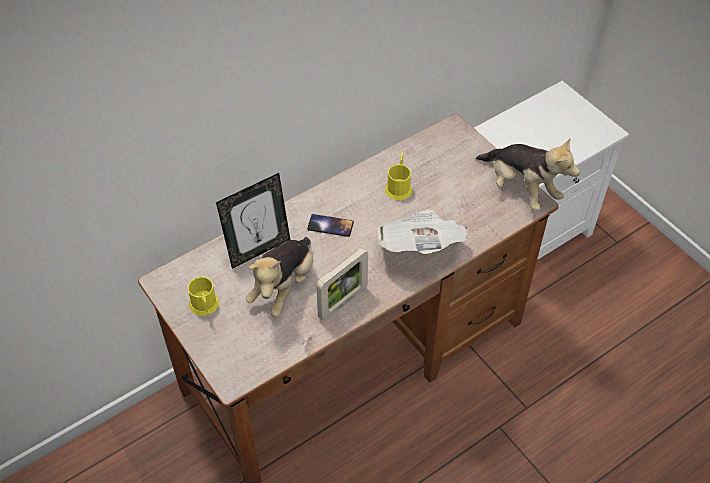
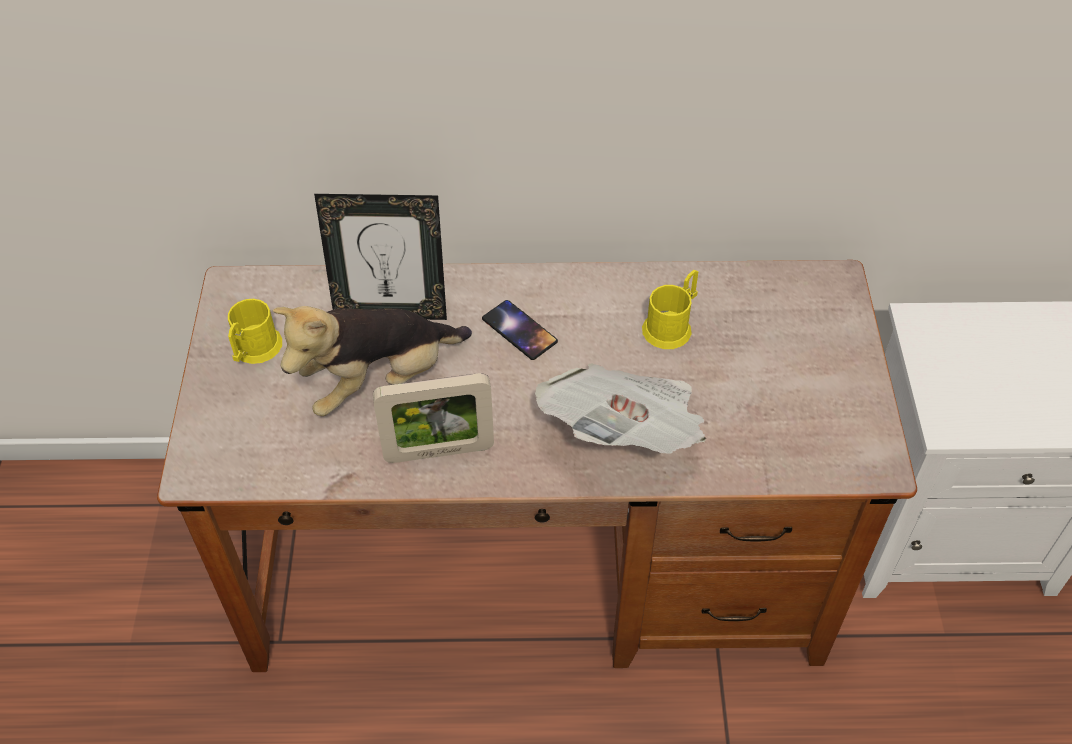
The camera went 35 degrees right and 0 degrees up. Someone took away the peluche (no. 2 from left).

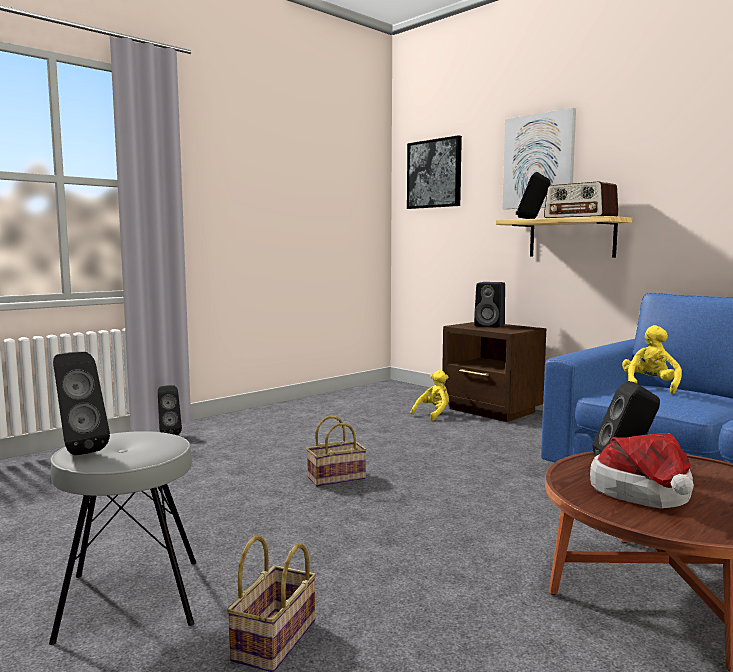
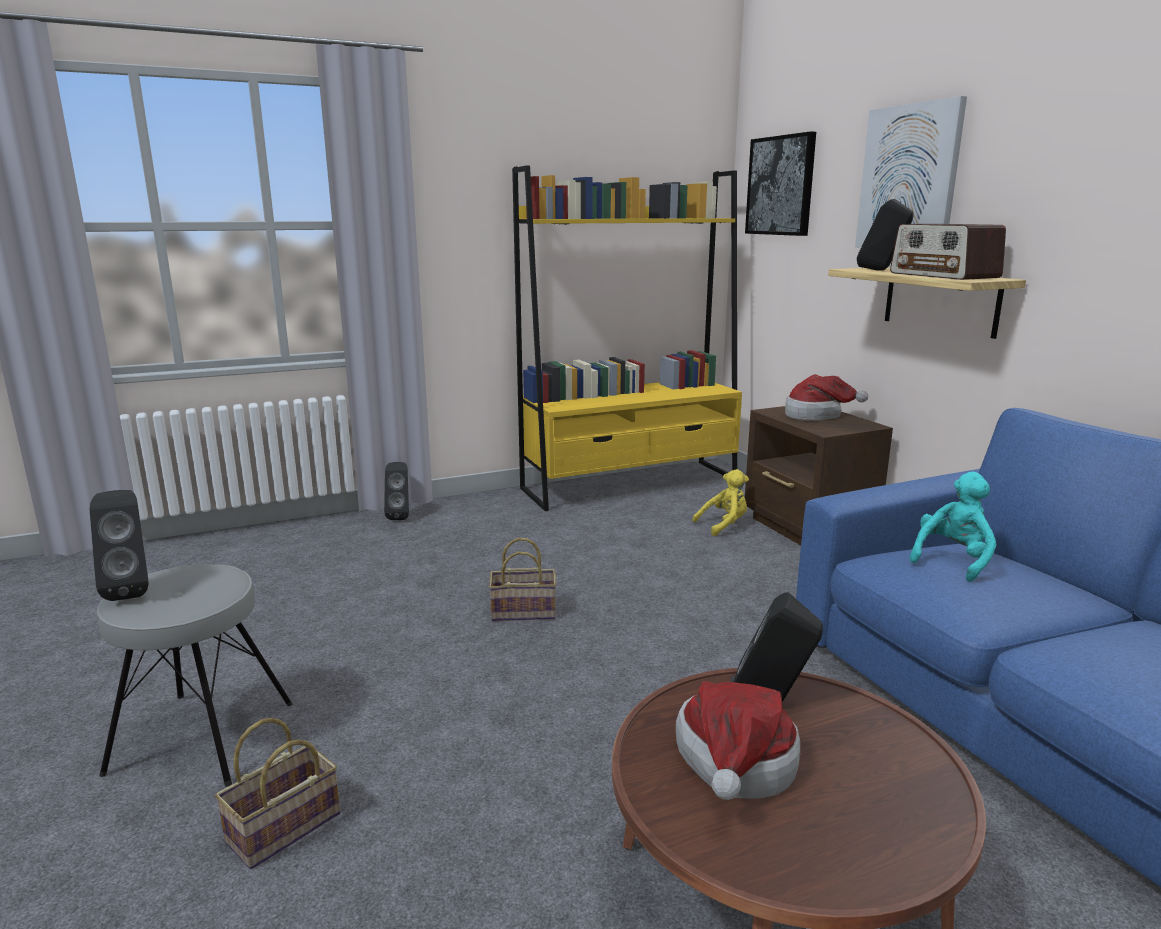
The camera went 20 degrees right and 10 degrees up. Someone put down the estantería/amarillo. Someone swapped the altavoz/negro (no. 3 from left) for the sombrero (no. 2 from left). Someone repainted the peluche/amarillo (no. 2 from left), which became the peluche/turquesa.

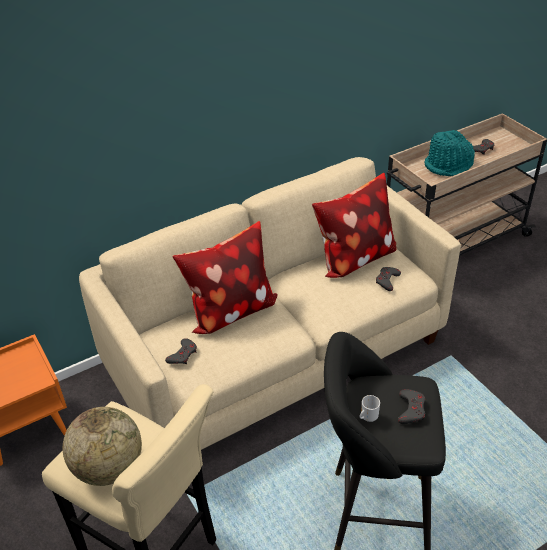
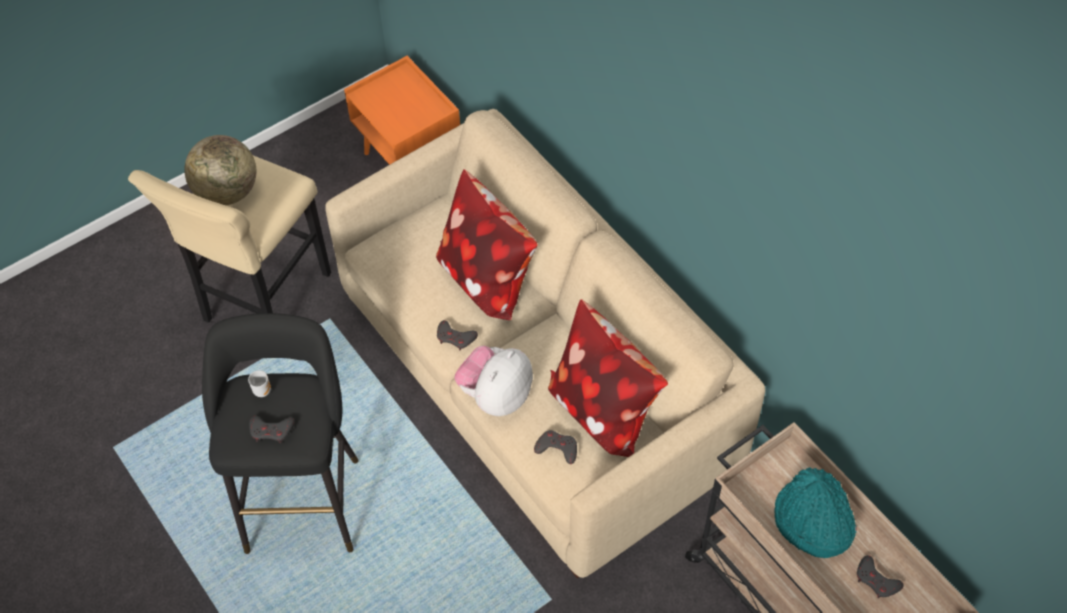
The camera went 85 degrees right and 15 degrees up. Someone put down the peluche. Someone carried the mando de consola/gris (no. 1 from left in the first image).

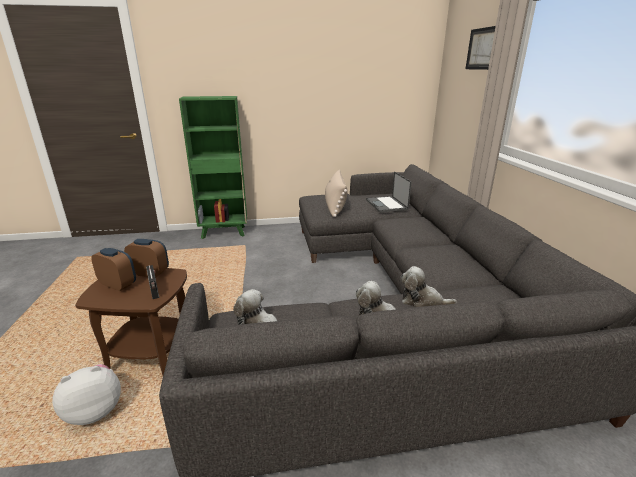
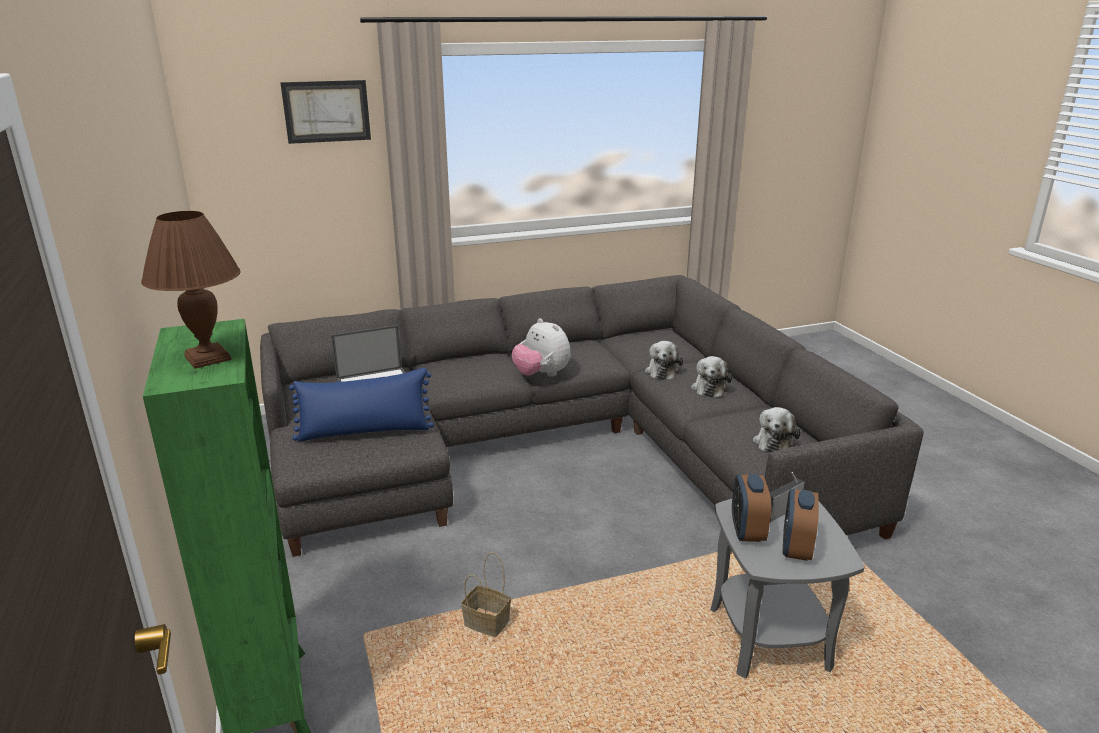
The camera went 100 degrees left and 0 degrees up. Someone put down the lámpara de mesa/marrón. Someone put down the cesta. Someone carried the peluche (no. 1 from left). Someone repainted the mesa auxiliar/marrón, which became the mesa auxiliar/gris. Someone repainted the cojín/beis, which became the cojín/azul.

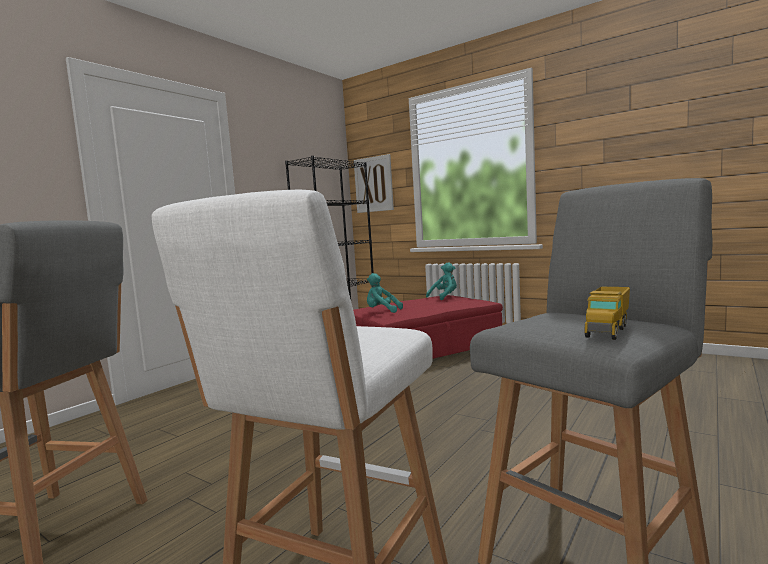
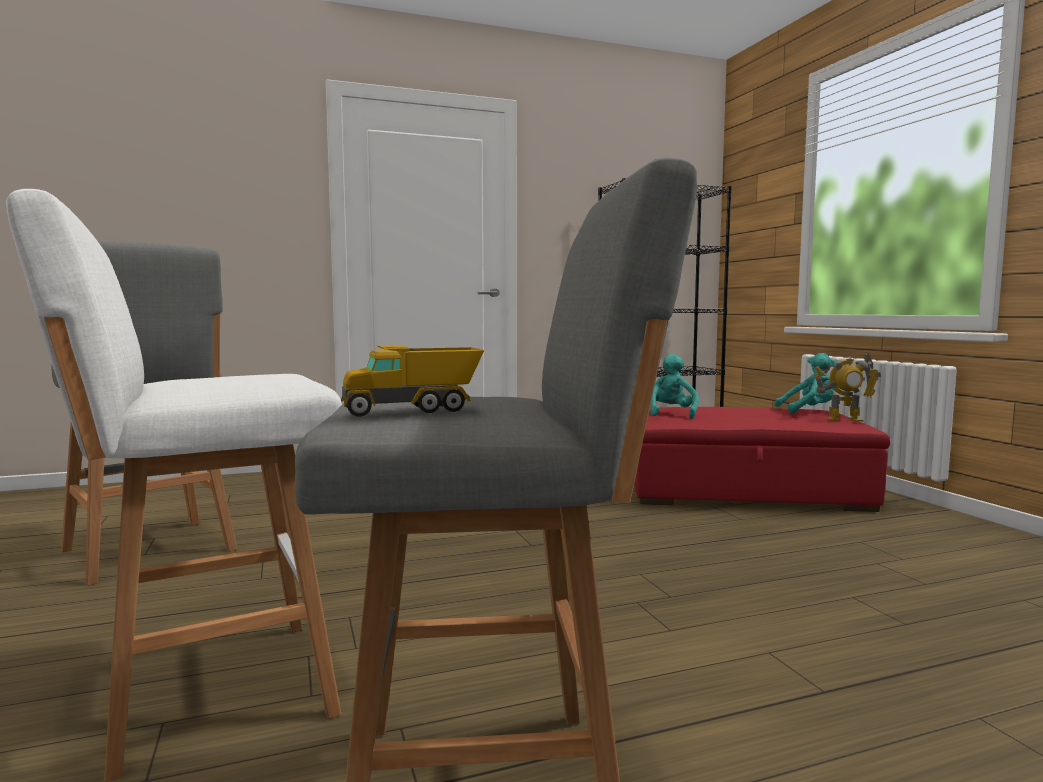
The camera went 35 degrees right and 0 degrees up. Someone took away the cuadro. Someone put down the robot de juguete. Someone rotated the peluche/turquesa (no. 1 from left) by 45 degrees clockwise.

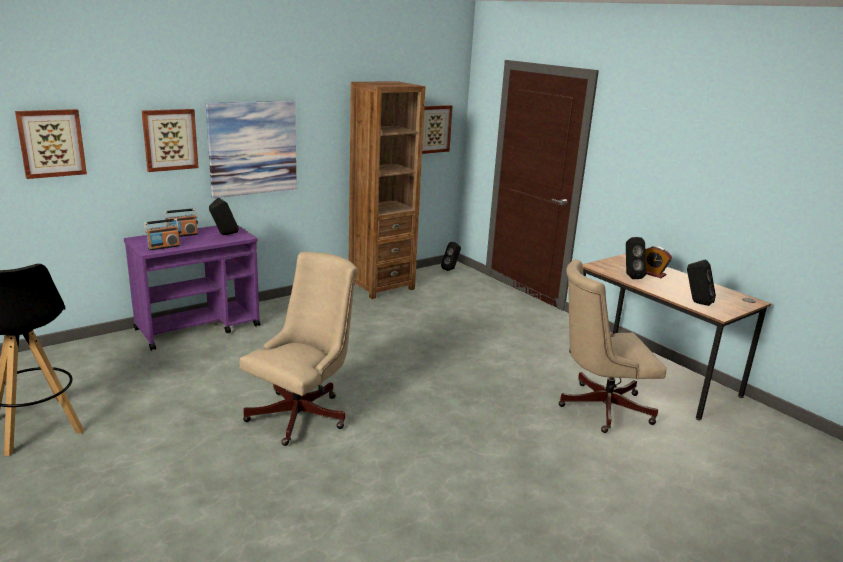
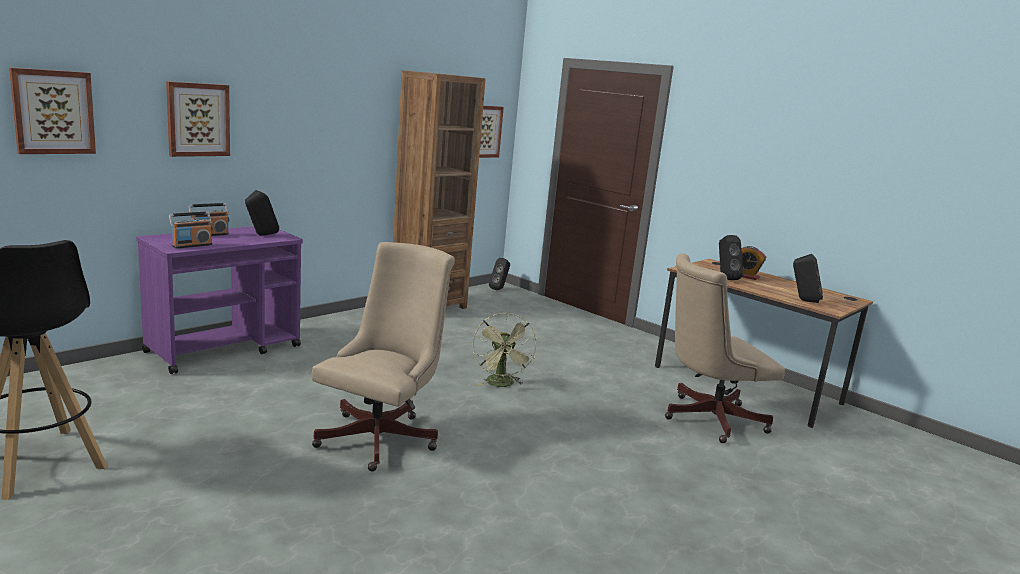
The camera went 10 degrees left and 5 degrees down. Someone took away the cuadro (no. 3 from left). Someone put down the ventilador/verde.

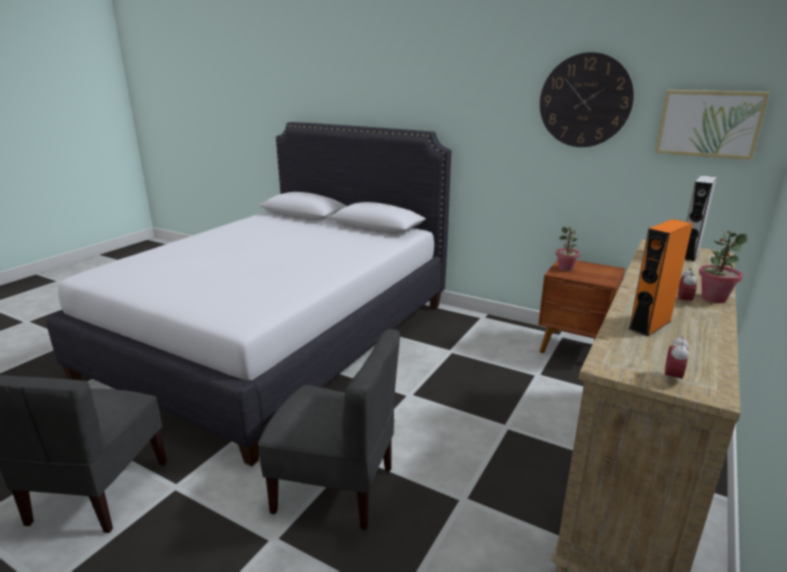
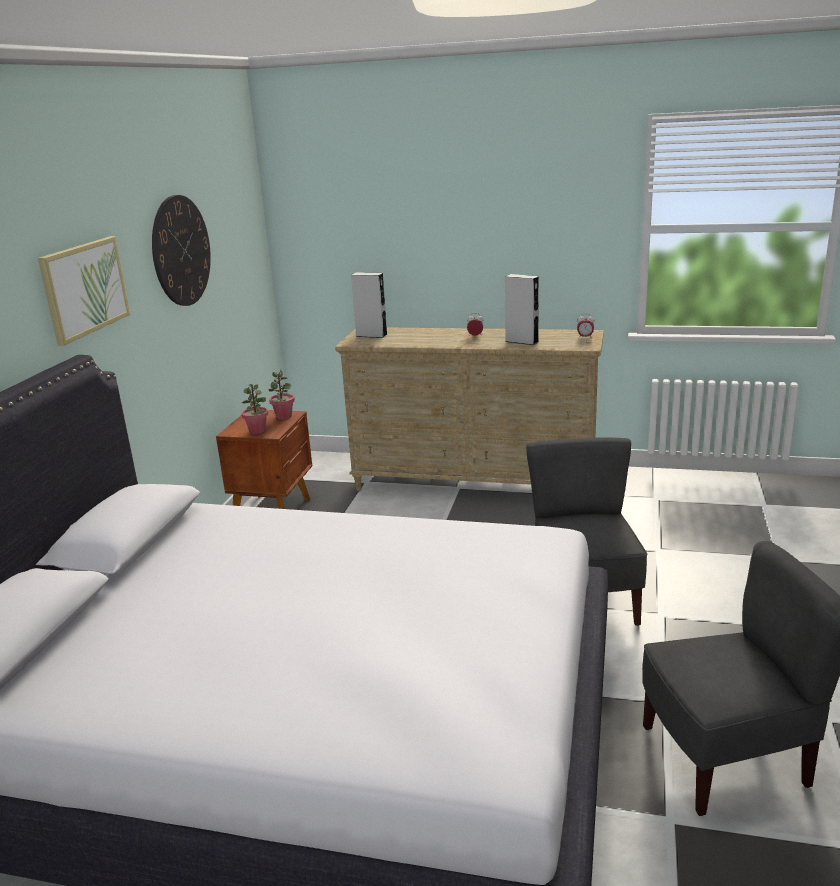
The camera went 105 degrees left and 0 degrees up. Someone carried the cuadro. Someone carried the planta en maceta (no. 2 from left). Someone repainted the altavoz/naranja, which became the altavoz/gris (no. 2 from left).

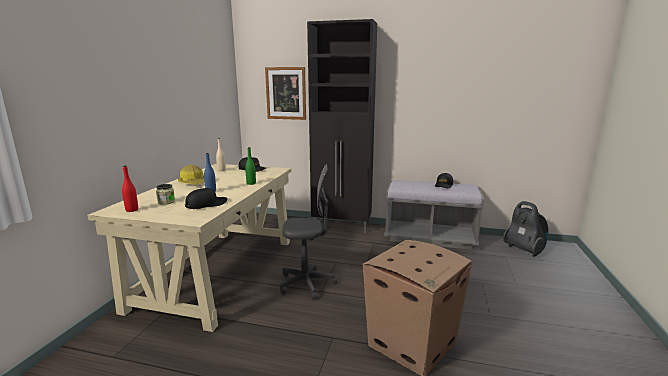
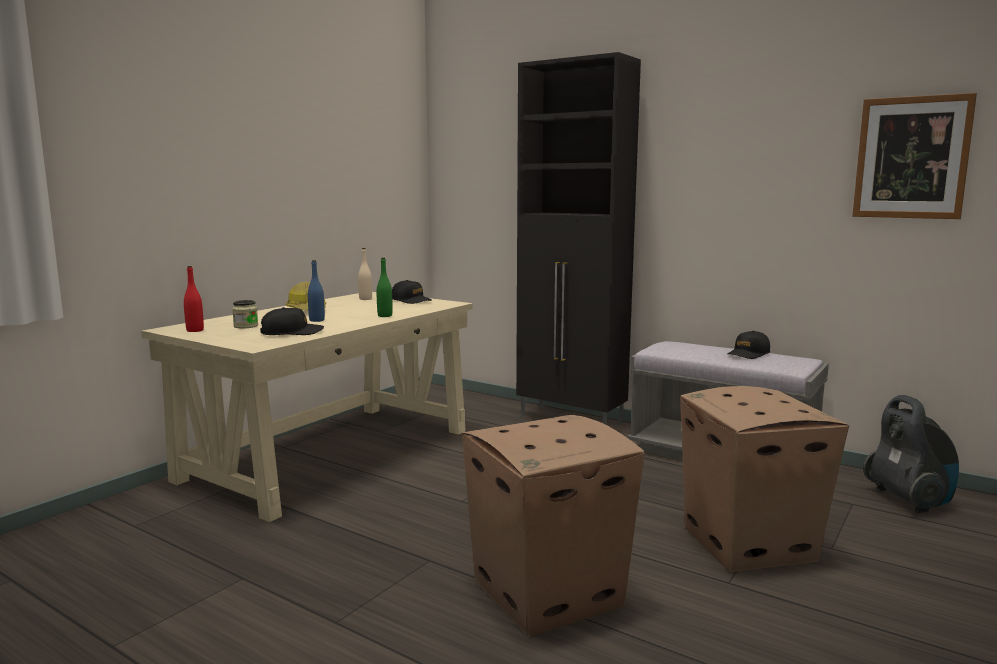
The camera went 20 degrees right and 5 degrees down. Someone took away the silla de oficina/gris. Someone put down the caja de cartón (no. 2 from left). Someone carried the cuadro.

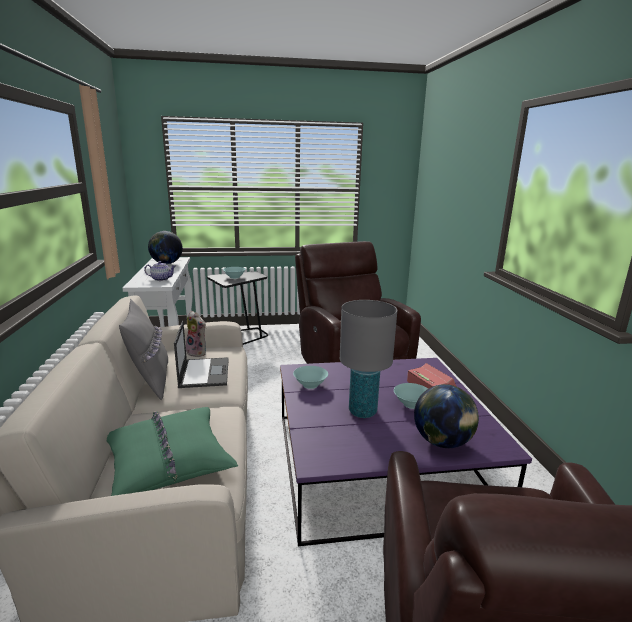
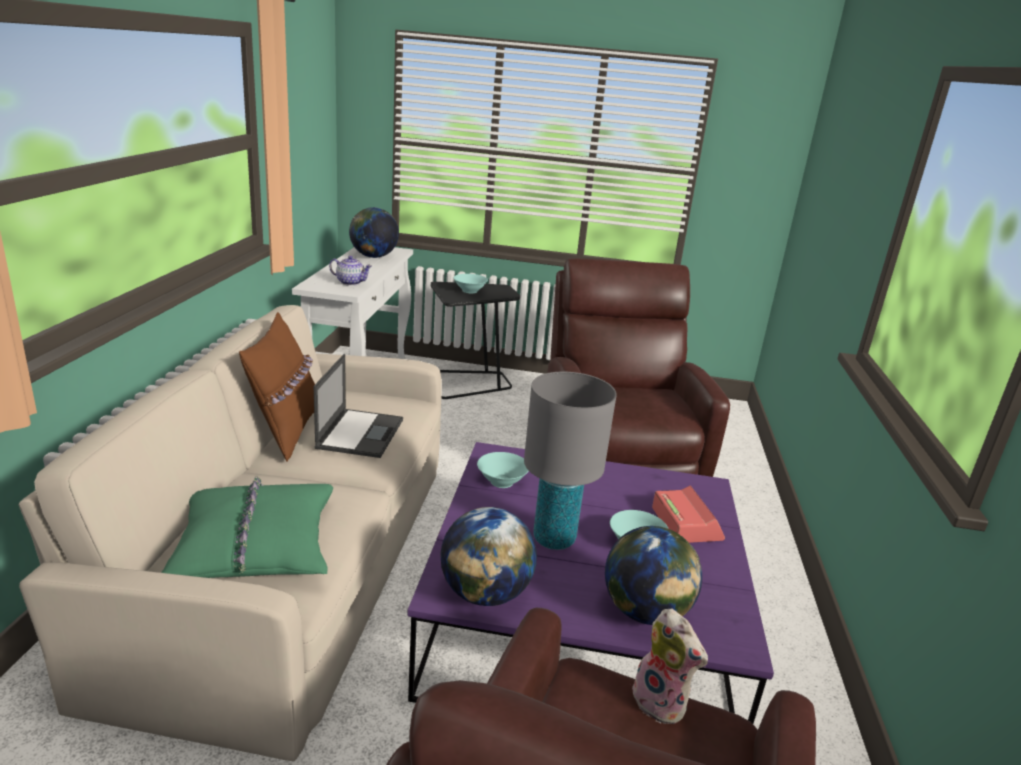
The camera went 15 degrees right and 5 degrees up. Someone put down the globo terráqueo (no. 2 from left). Someone carried the peluche. Someone repainted the cojín/gris, which became the cojín/marrón.

